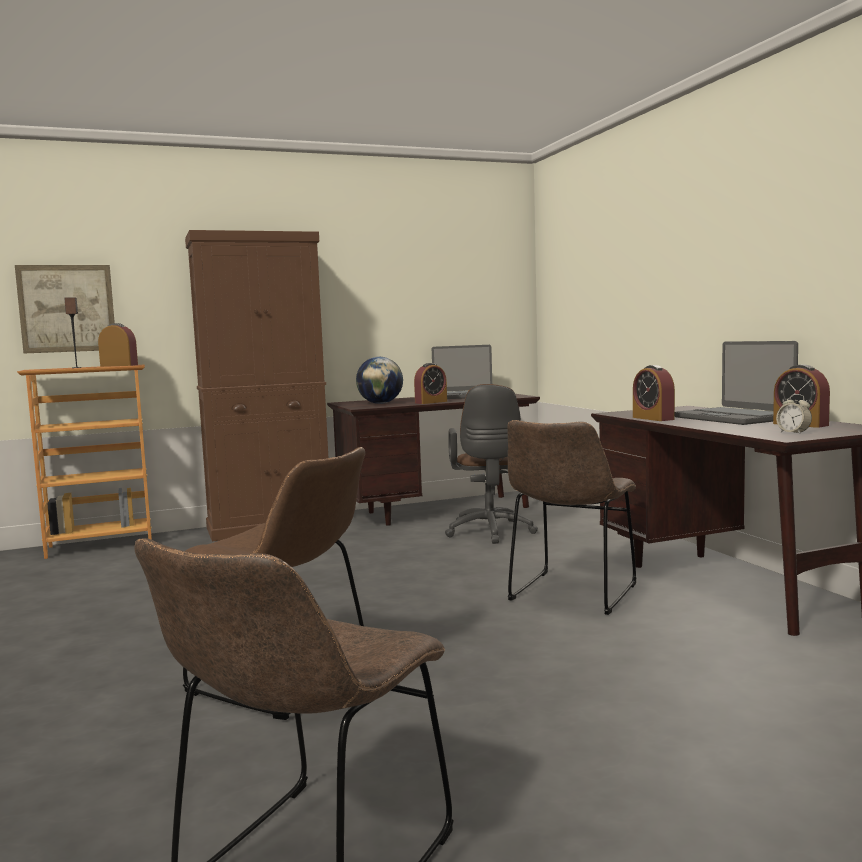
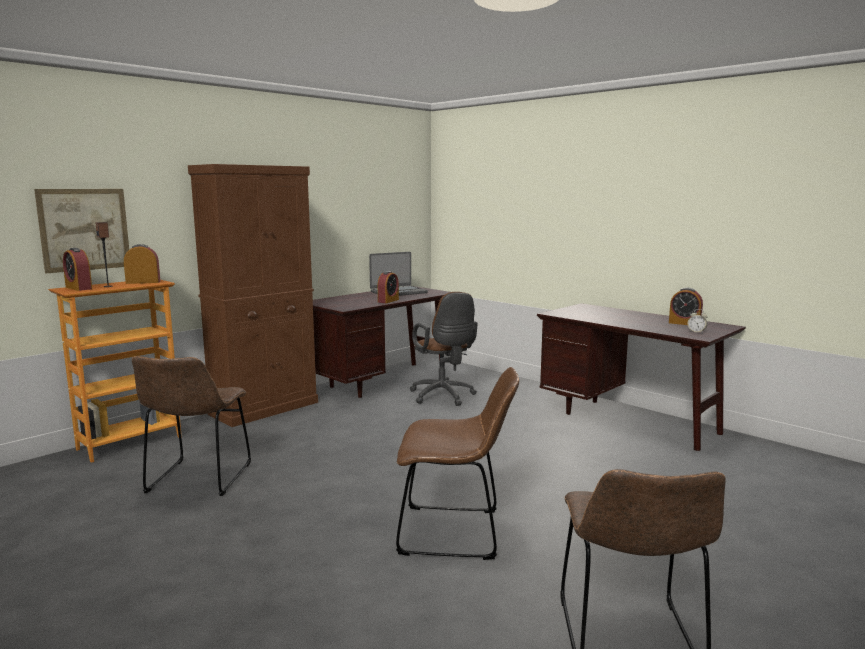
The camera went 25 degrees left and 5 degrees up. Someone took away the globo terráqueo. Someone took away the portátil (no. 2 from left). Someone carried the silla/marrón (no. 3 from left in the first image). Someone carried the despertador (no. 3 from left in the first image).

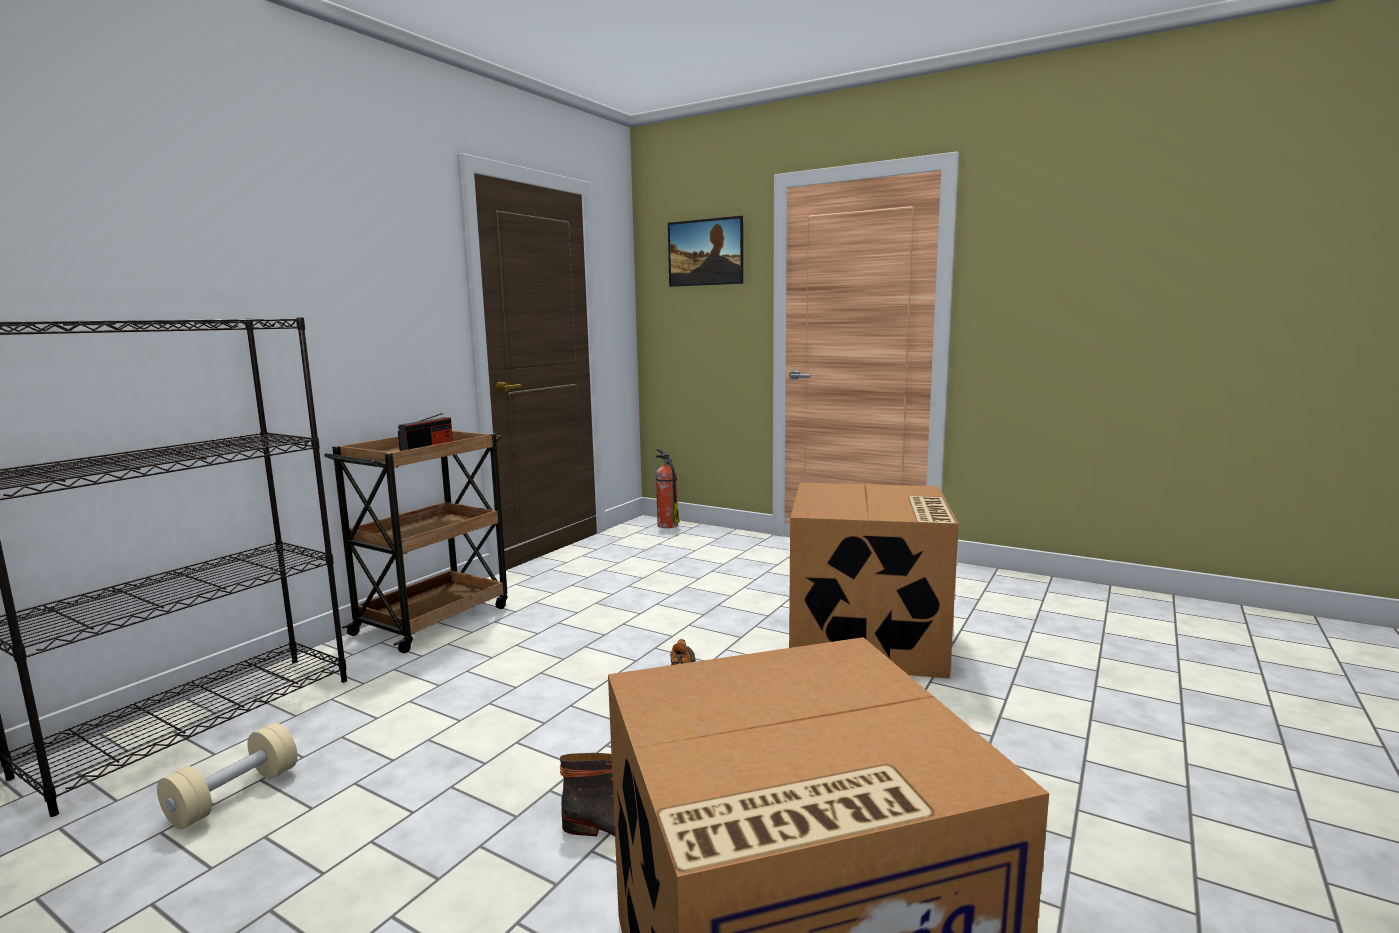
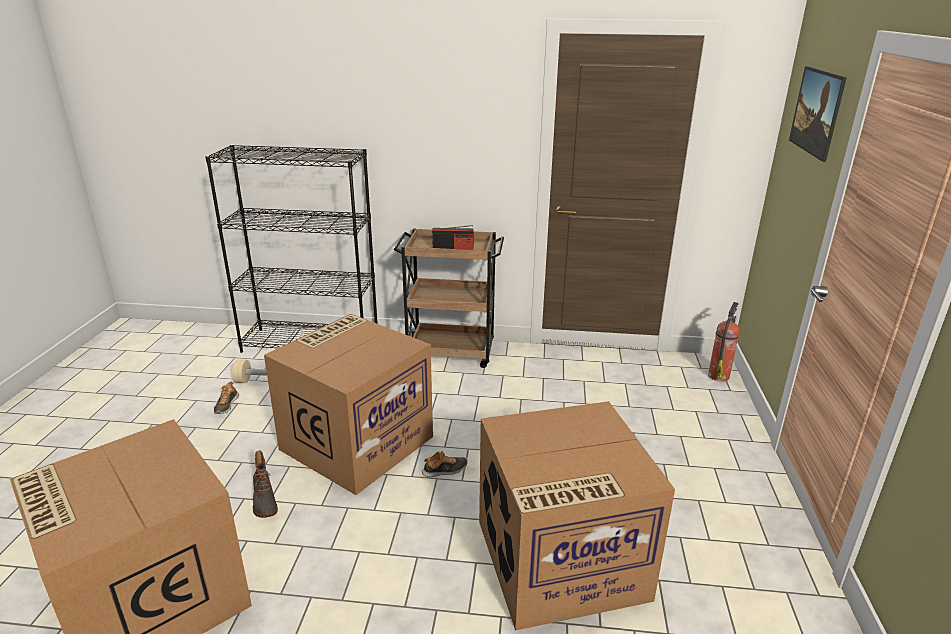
The camera went 65 degrees right and 15 degrees up. Someone put down the zapato (no. 1 from left). Someone put down the caja de cartón (no. 2 from left).

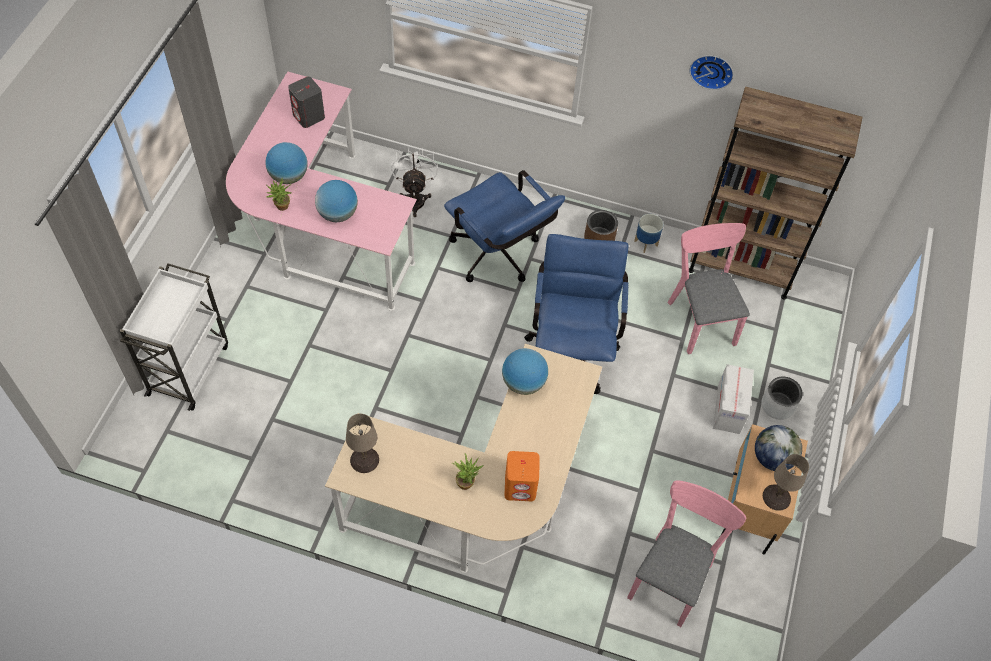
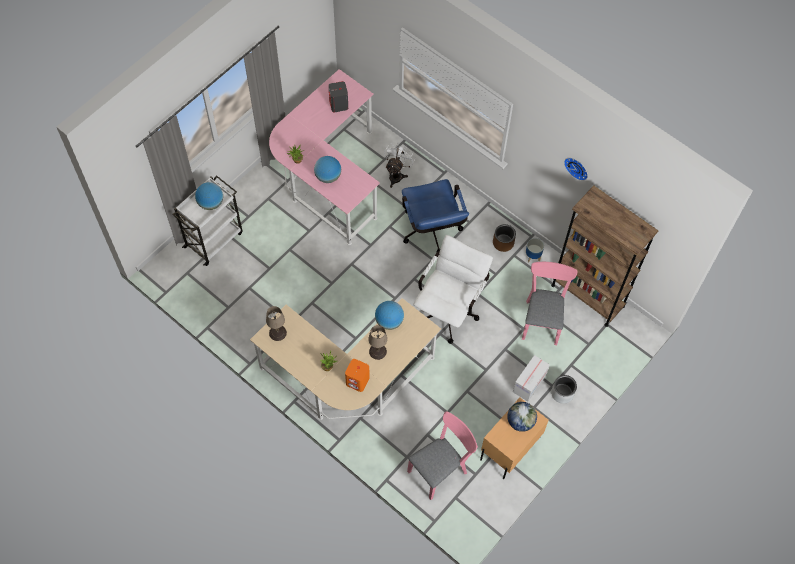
The camera went 25 degrees right and 5 degrees up. Someone carried the globo terráqueo (no. 1 from left). Someone carried the lámpara de mesa/beis (no. 2 from left). Someone repainted the silla de oficina/azul (no. 2 from left), which became the silla de oficina/blanco.

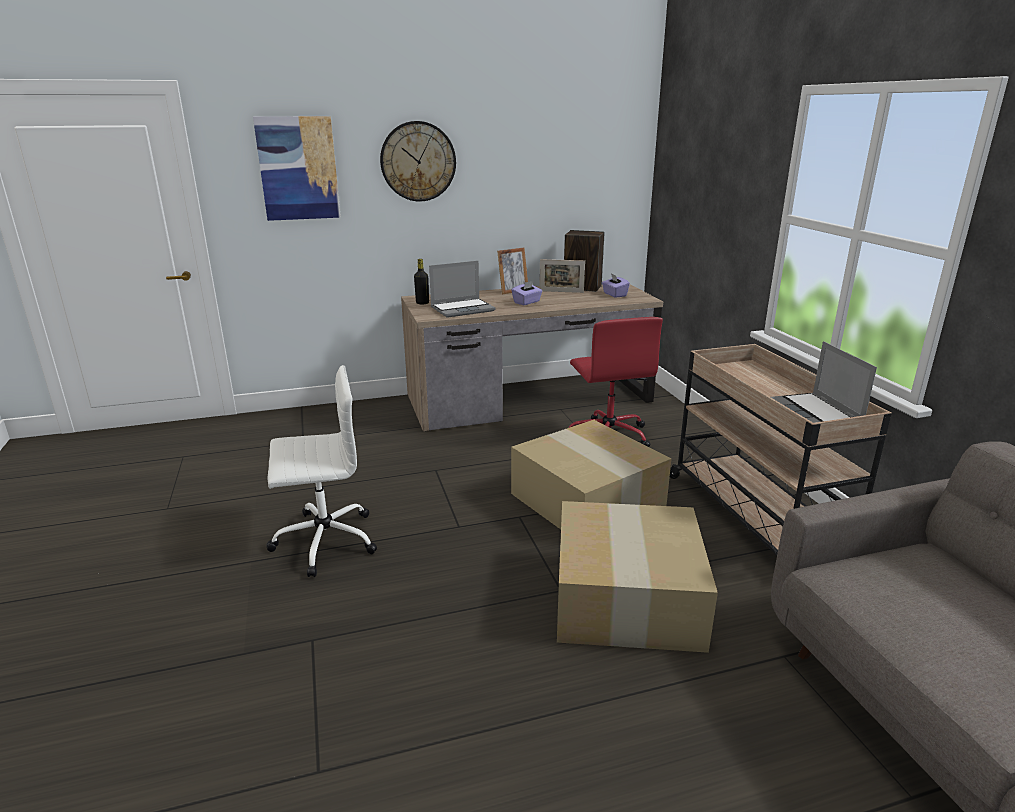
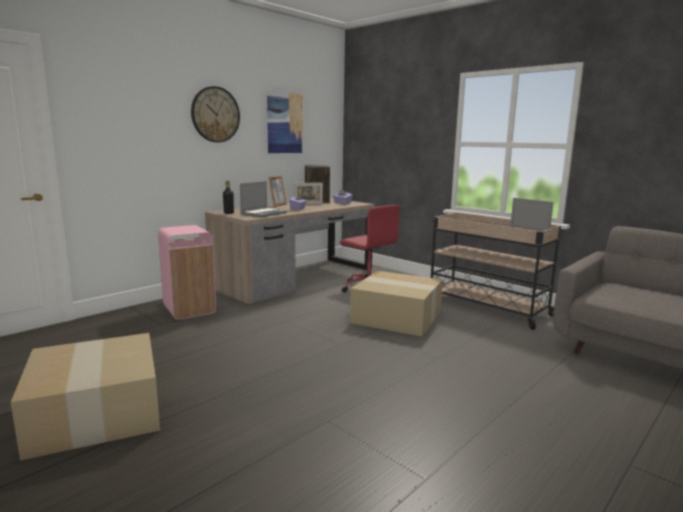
The camera went 30 degrees left and 10 degrees down. Someone took away the silla de oficina/blanco. Someone put down the papelera/rosa. Someone carried the cuadro. Someone carried the caja de cartón (no. 2 from left in the first image).

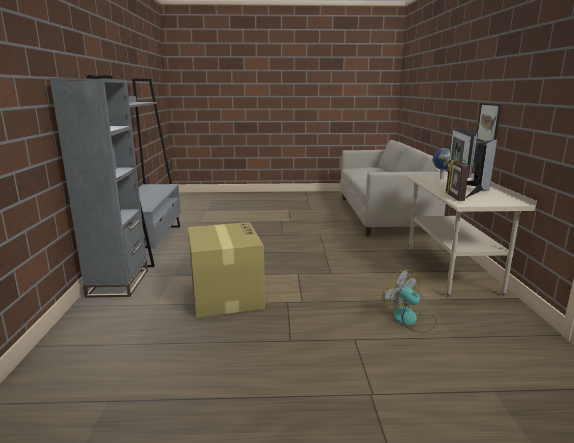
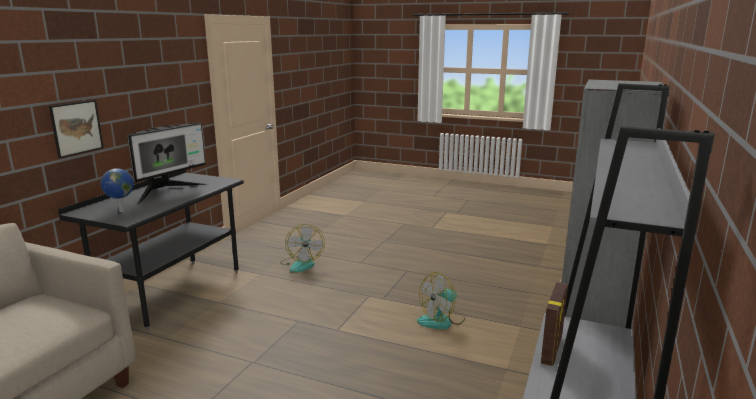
The camera went 155 degrees left and 0 degrees up. Someone carried the portarretratos. Someone swapped the caja de cartón for the ventilador (no. 2 from left). Someone repainted the escritorio/beis, which became the escritorio/negro.

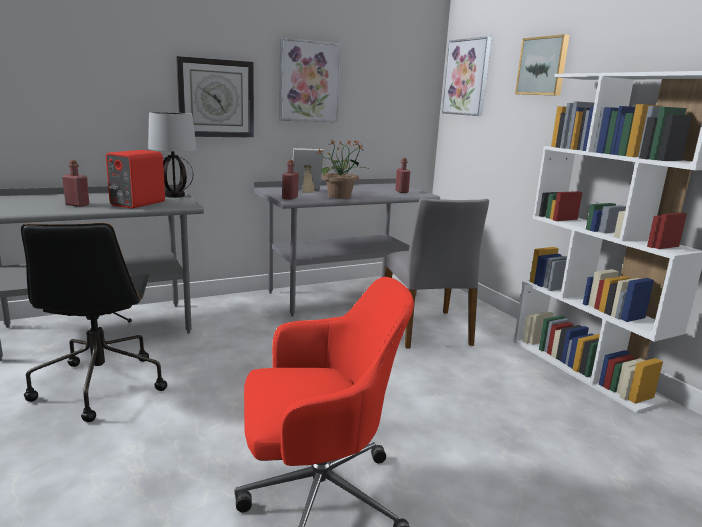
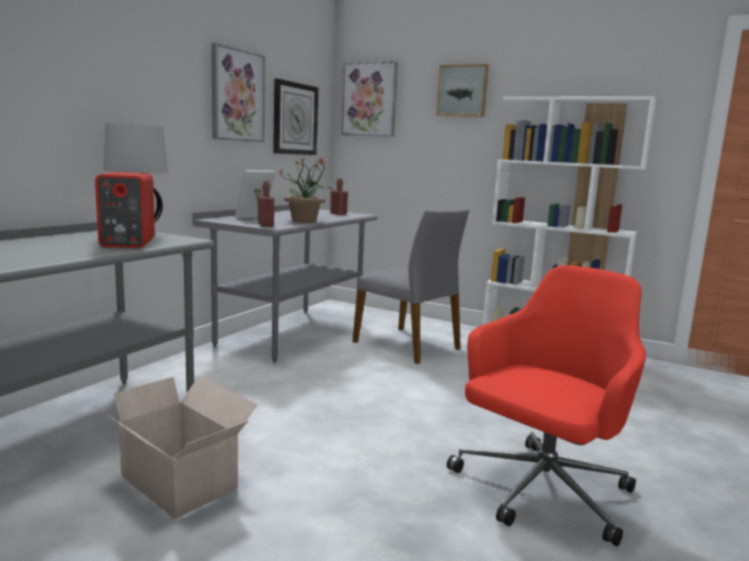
The camera went 35 degrees left and 5 degrees down. Someone took away the botella/rojo (no. 1 from left). Someone carried the reloj de pared. Someone swapped the silla de oficina/negro for the caja de cartón.

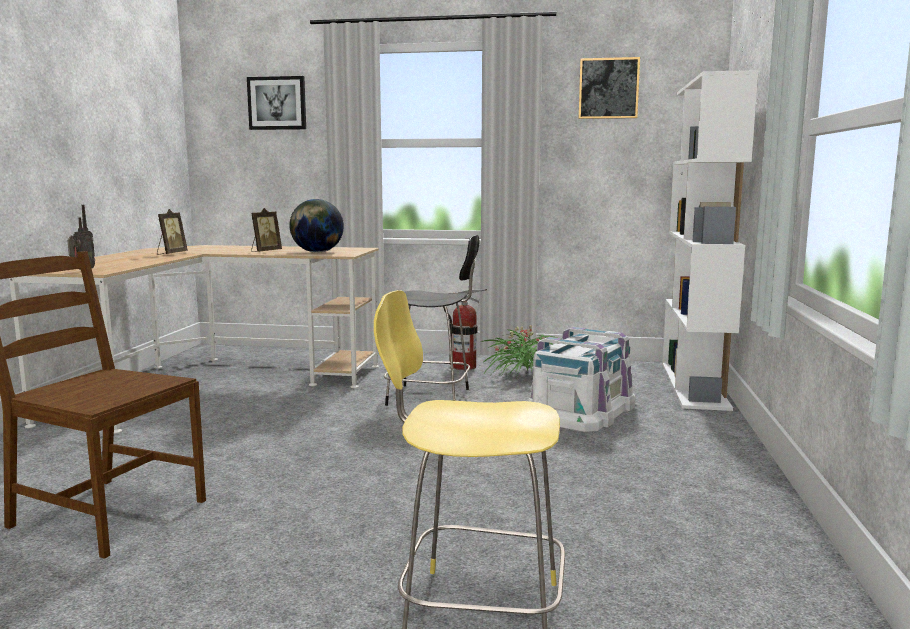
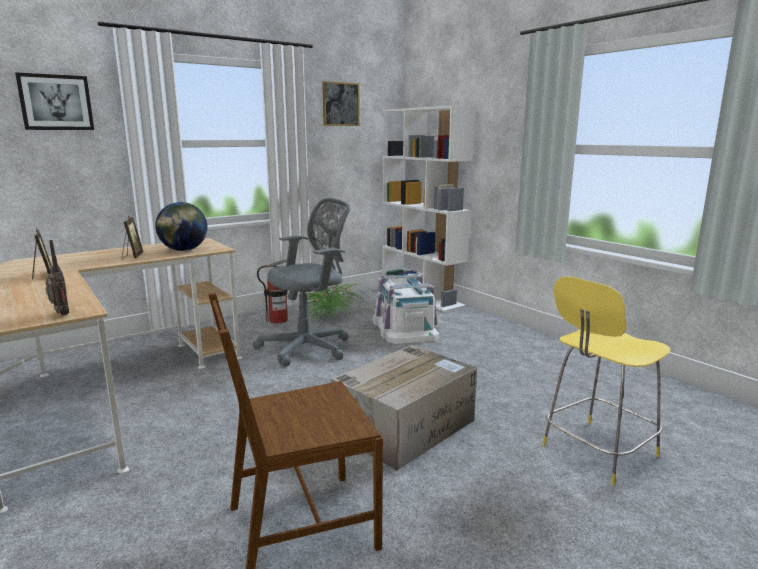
The camera went 45 degrees left and 5 degrees up. Someone put down the caja de cartón. Someone swapped the taburete/negro for the silla de oficina/gris.

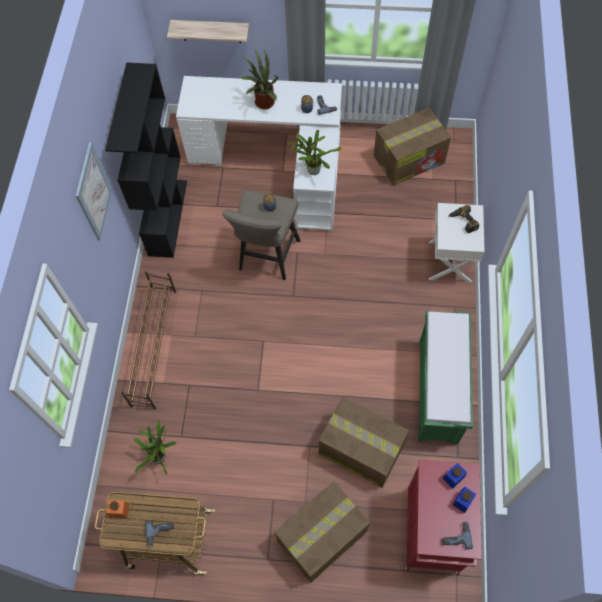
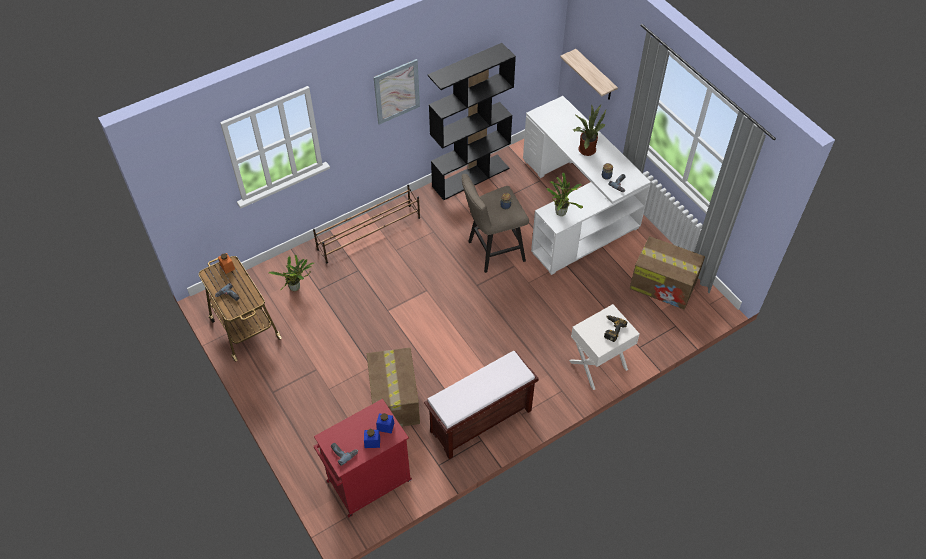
The camera went 50 degrees right and 10 degrees down. Someone took away the caja de cartón (no. 1 from left). Someone repainted the banco/verde, which became the banco/marrón.

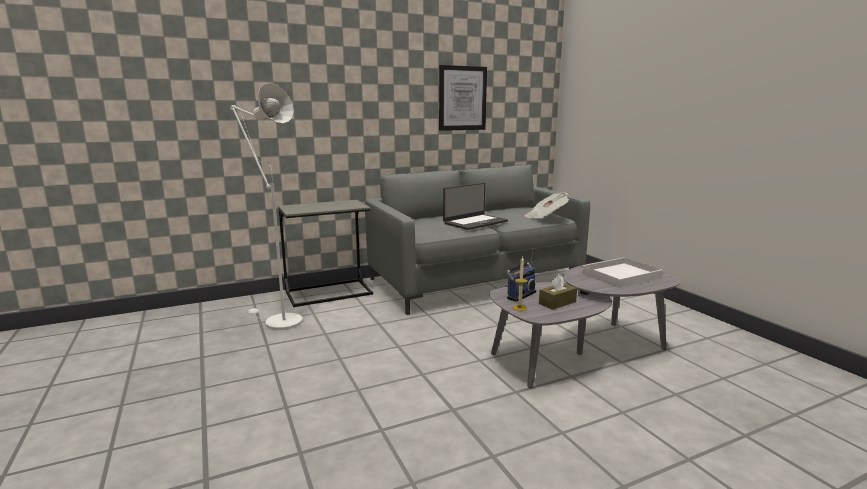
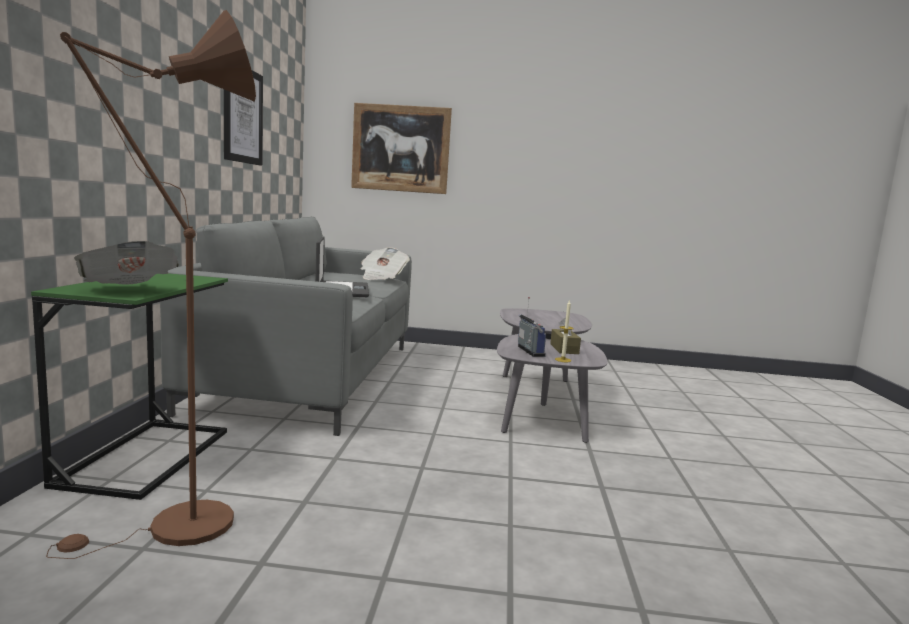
The camera went 60 degrees left and 5 degrees down. Someone took away the bandeja/blanco. Someone put down the periódico (no. 1 from left). Someone put up the cuadro (no. 2 from left). Someone repainted the lámpara de pie/blanco, which became the lámpara de pie/marrón. Someone repainted the mesa auxiliar/gris, which became the mesa auxiliar/verde.

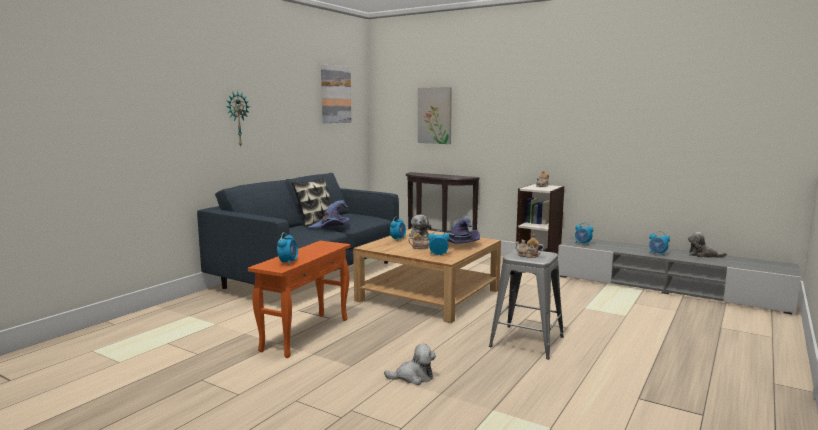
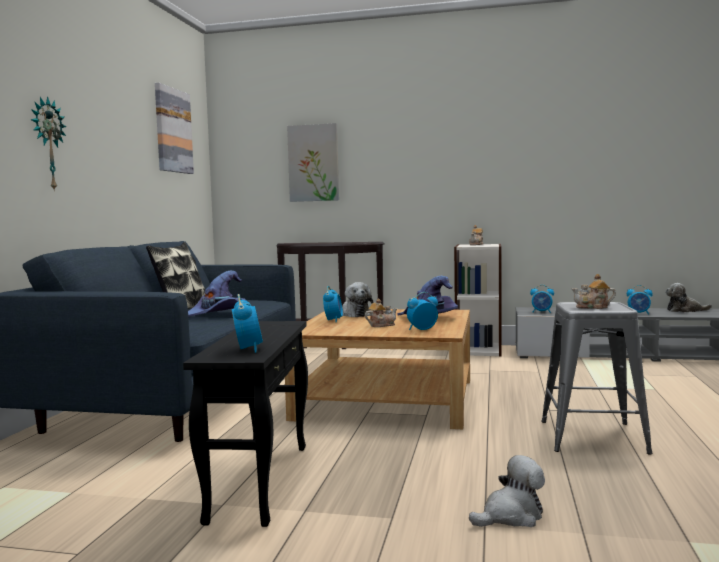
The camera went 20 degrees left and 5 degrees down. Someone repainted the mesa auxiliar/naranja, which became the mesa auxiliar/negro.

